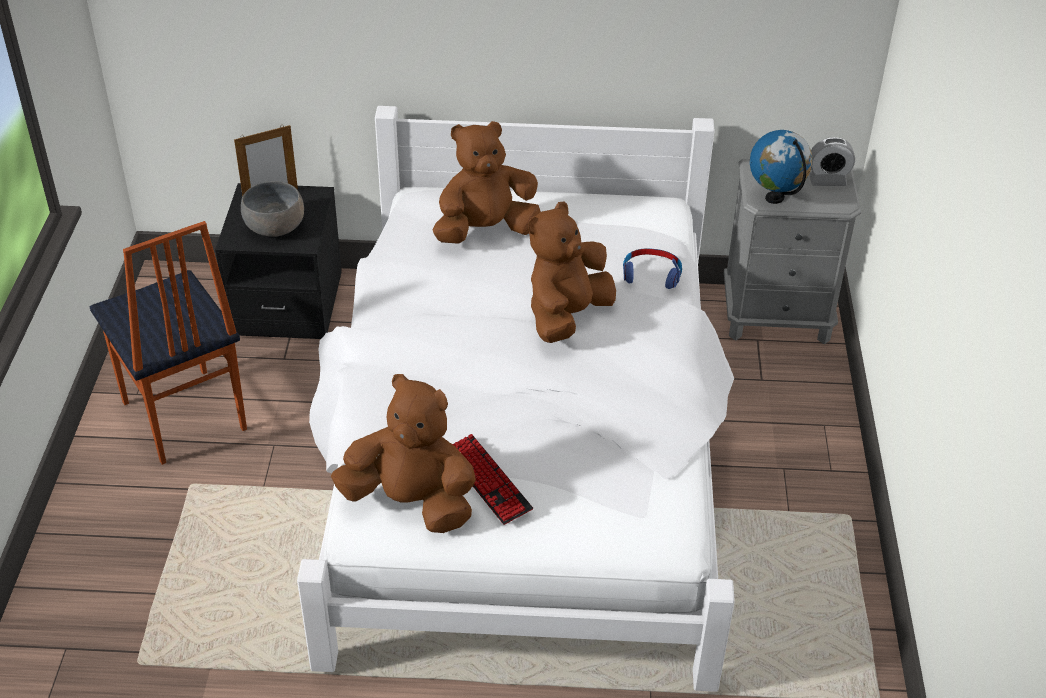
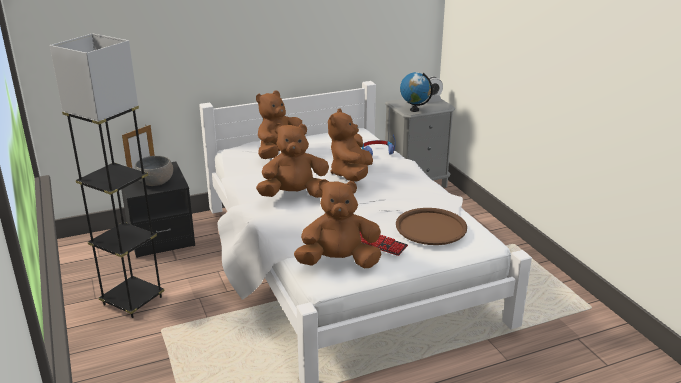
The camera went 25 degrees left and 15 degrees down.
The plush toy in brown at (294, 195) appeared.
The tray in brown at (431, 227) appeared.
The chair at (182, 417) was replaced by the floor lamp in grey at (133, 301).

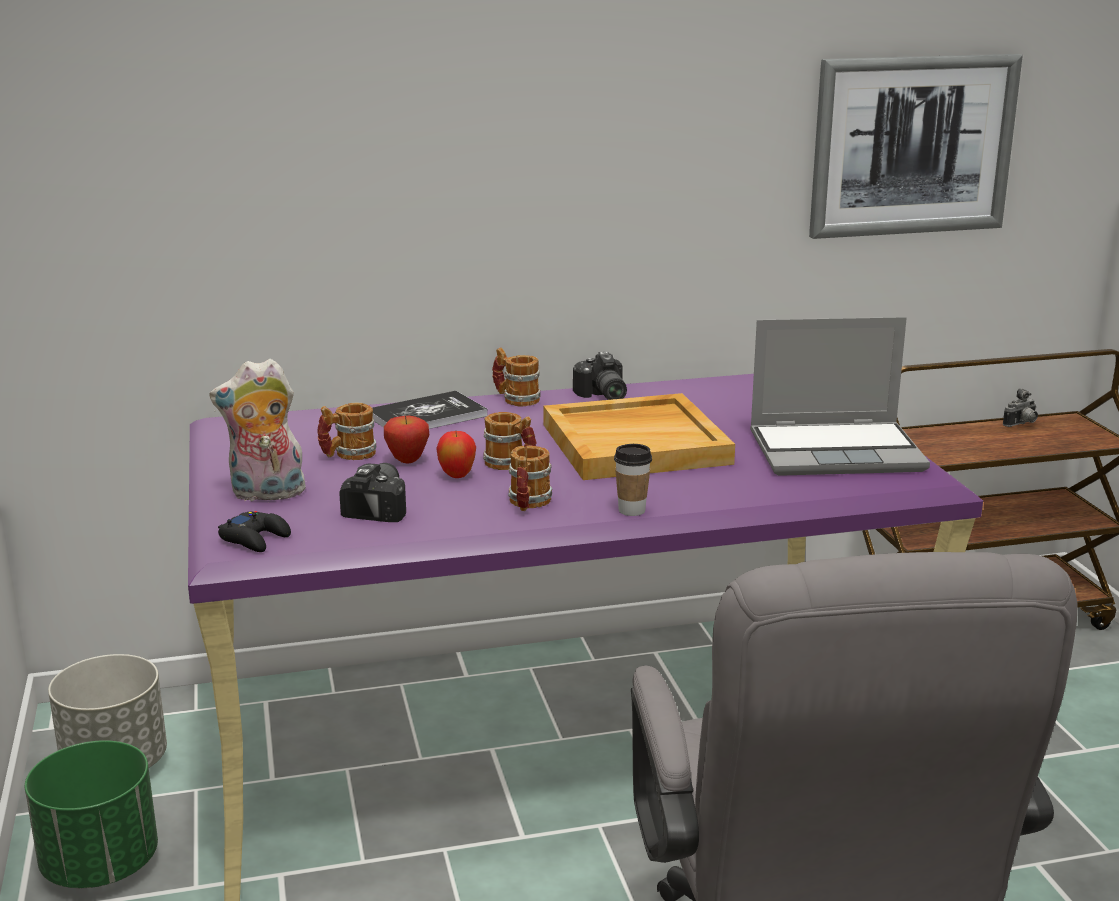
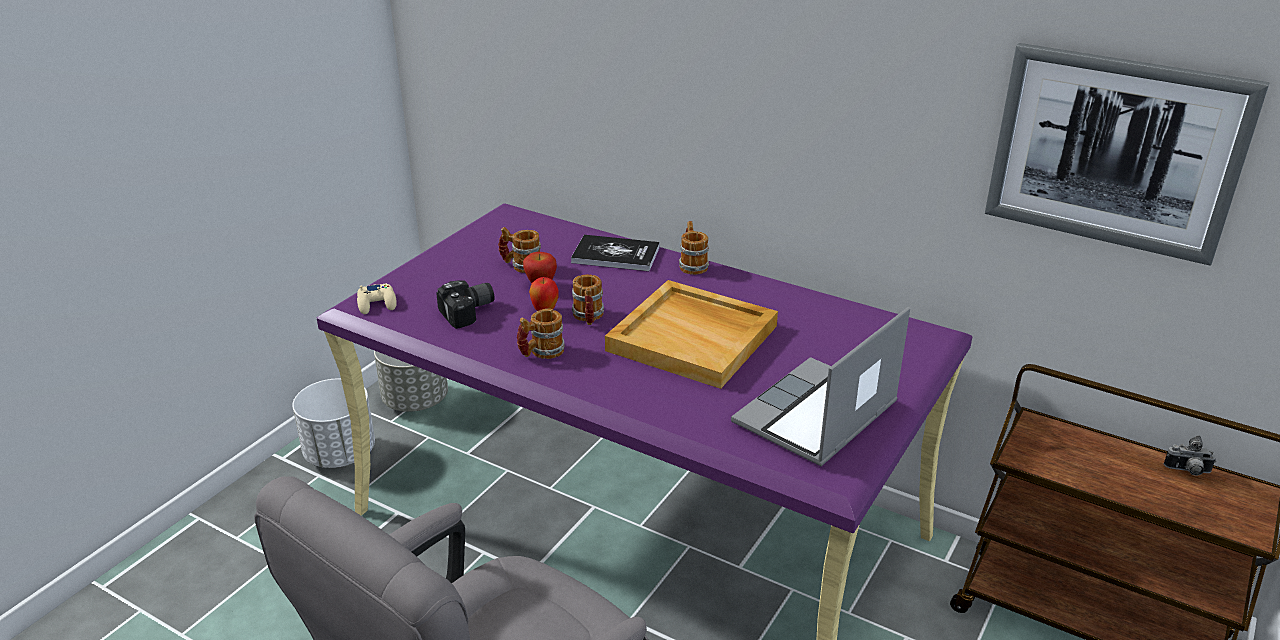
The camera went 45 degrees right and 10 degrees up.
The plush toy at (266, 494) disappeared.
The photo camera at (601, 396) disappeared.
The cup at (631, 510) disappeared.
The planter in green at (100, 865) became the planter in white at (339, 454).
The game controller in black at (255, 539) became the game controller in beige at (377, 303).
The laptop at (837, 451) turned 90 degrees clockwise.

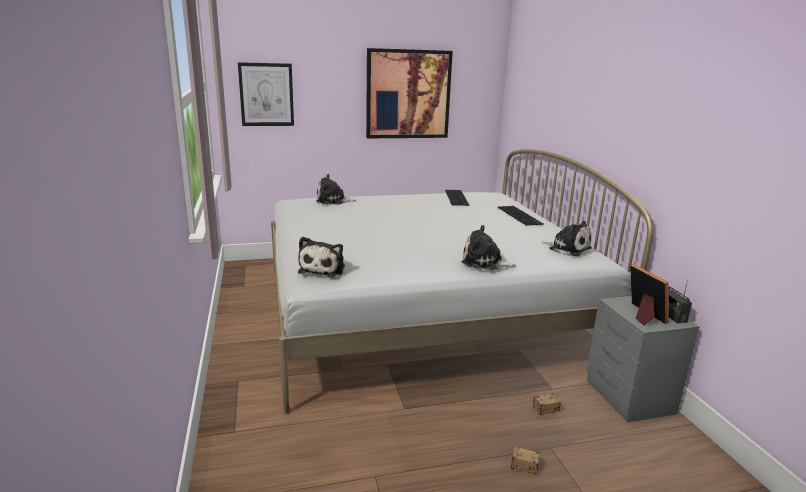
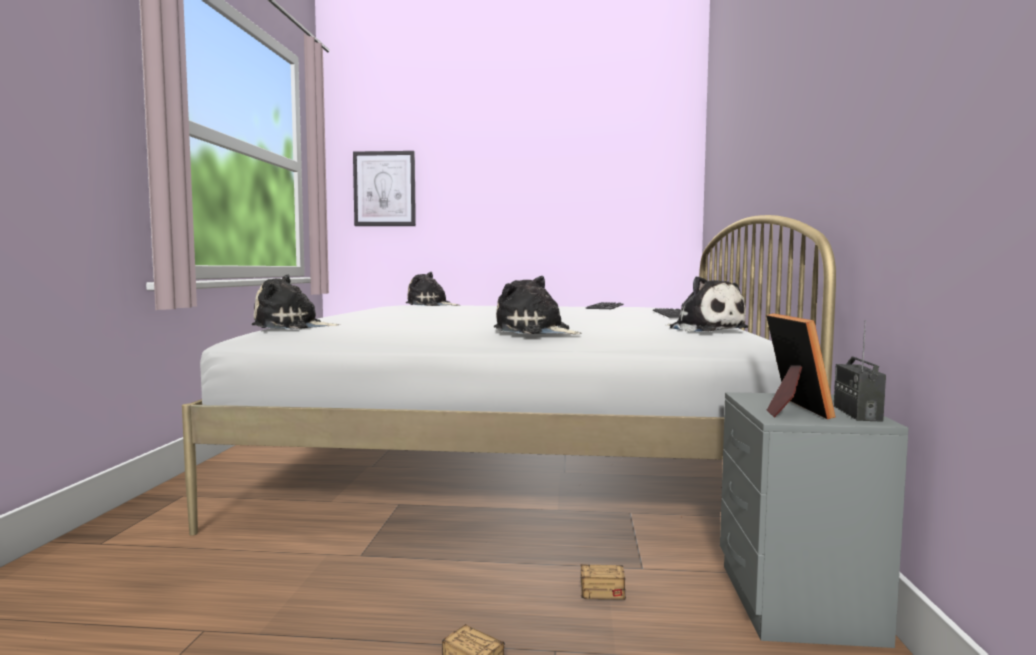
The camera went 20 degrees right and 15 degrees down.
The picture at (408, 94) disappeared.
The plush toy at (323, 269) turned 60 degrees clockwise.

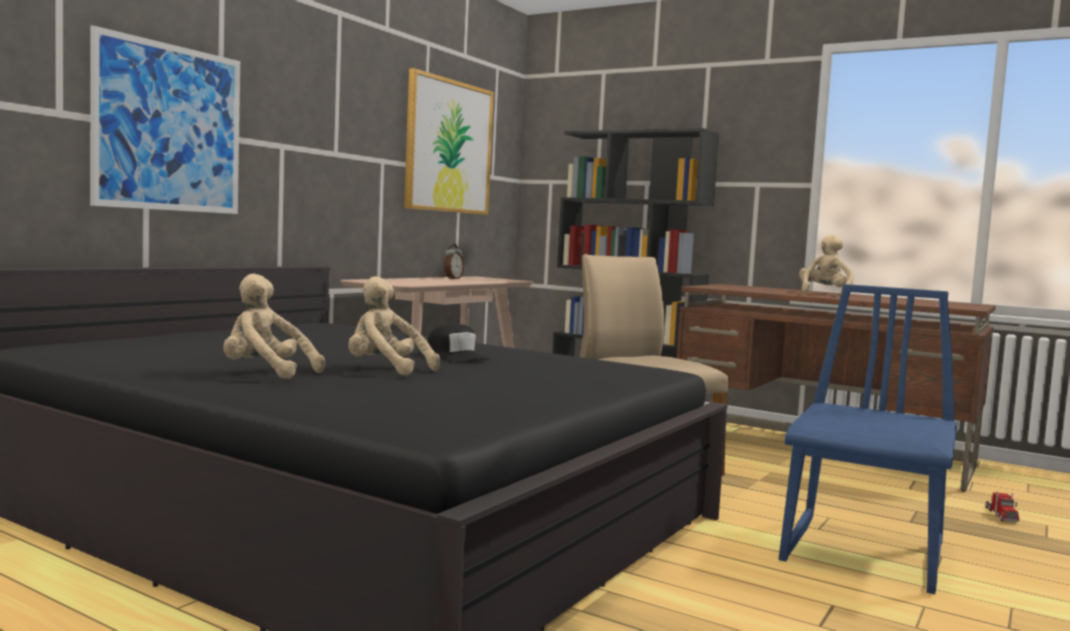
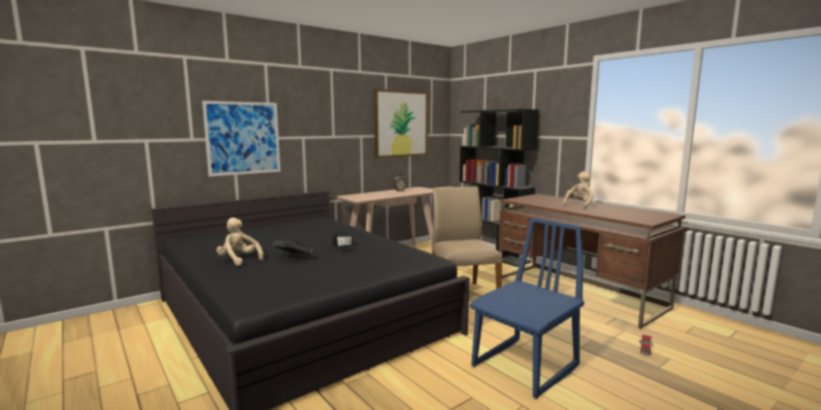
The camera went 20 degrees right and 5 degrees up.
The plush toy in beige at (385, 370) was replaced by the book at (293, 258).

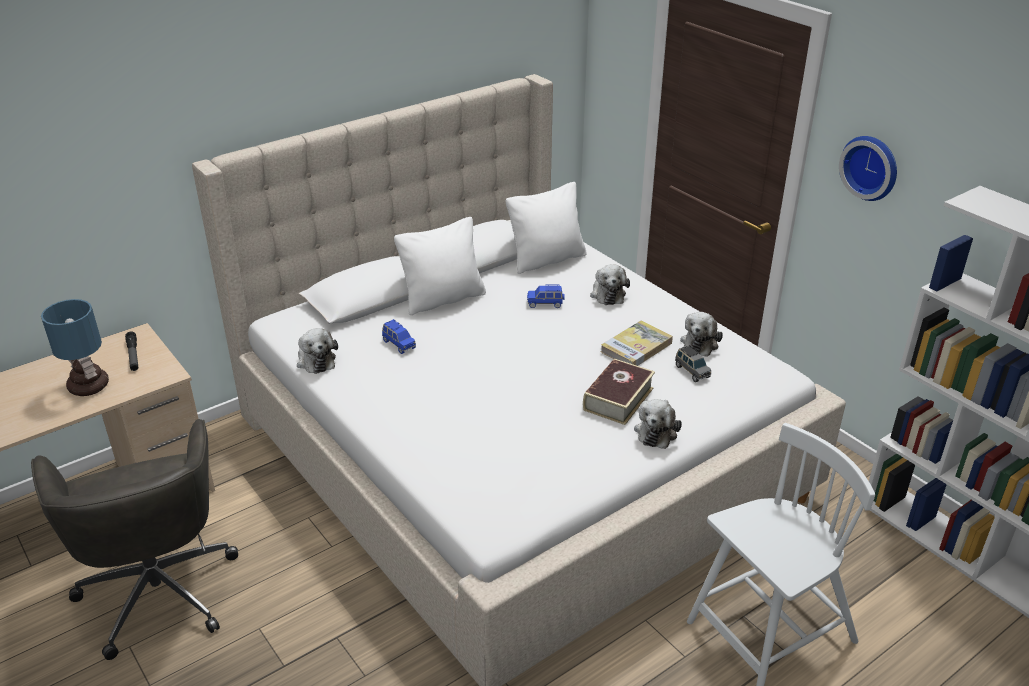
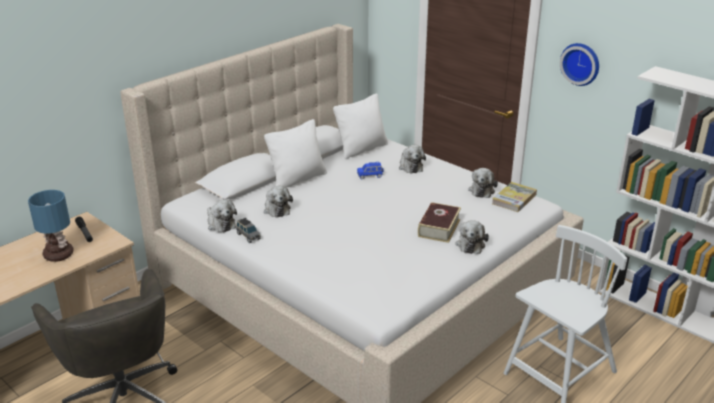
The camera went 10 degrees left and 5 degrees down.
The book moved from (636, 347) to (514, 199).
The toy car in grey moved from (691, 371) to (248, 236).
The toy car in blue at (398, 344) was replaced by the plush toy at (276, 209).

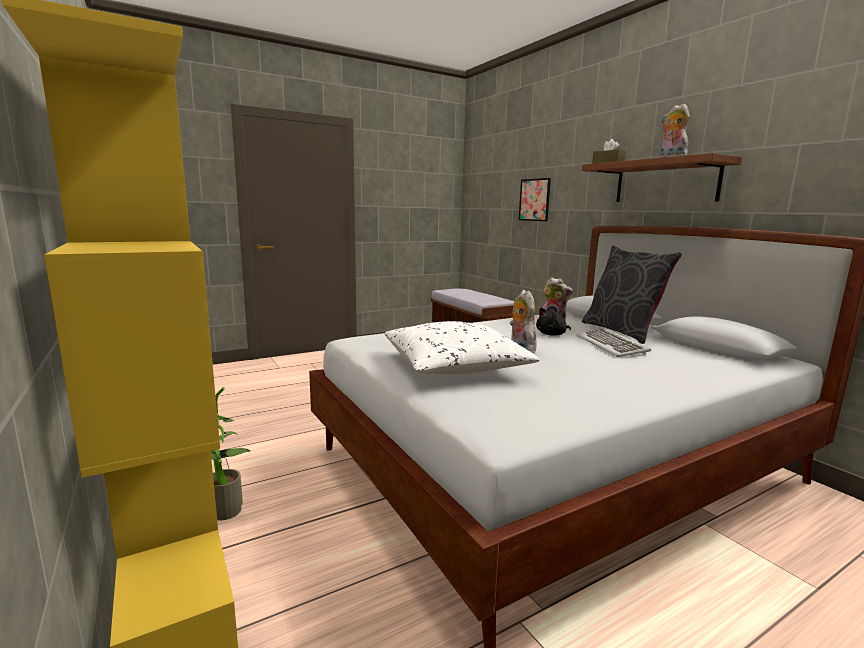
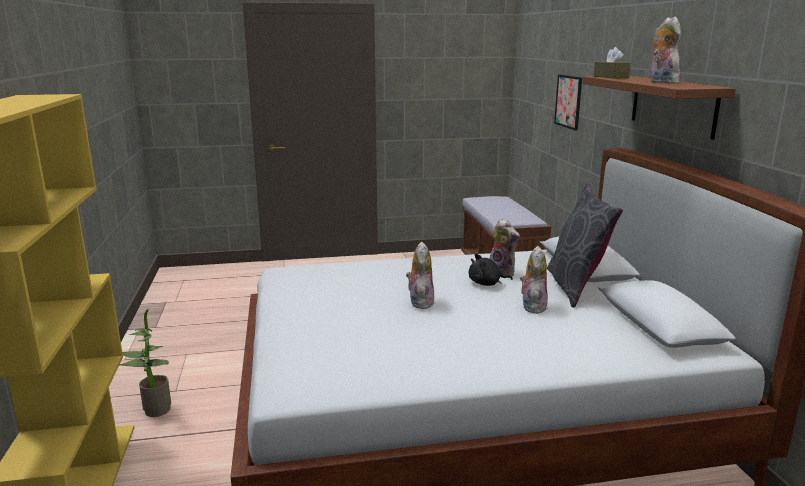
The camera went 20 degrees right and 5 degrees up.
The pillow in white at (454, 367) disappeared.
The keyboard at (612, 346) was replaced by the plush toy at (532, 306).

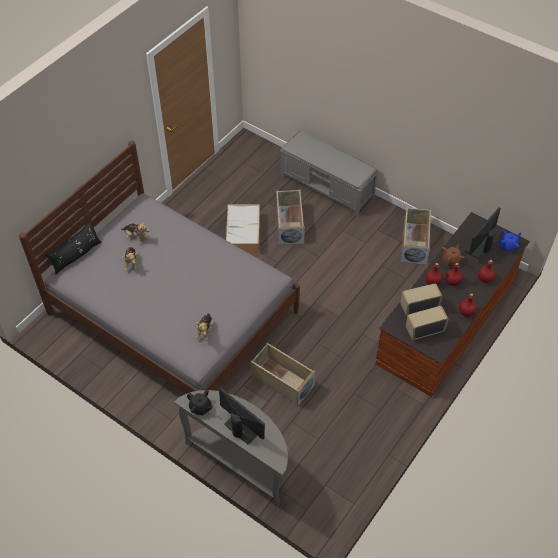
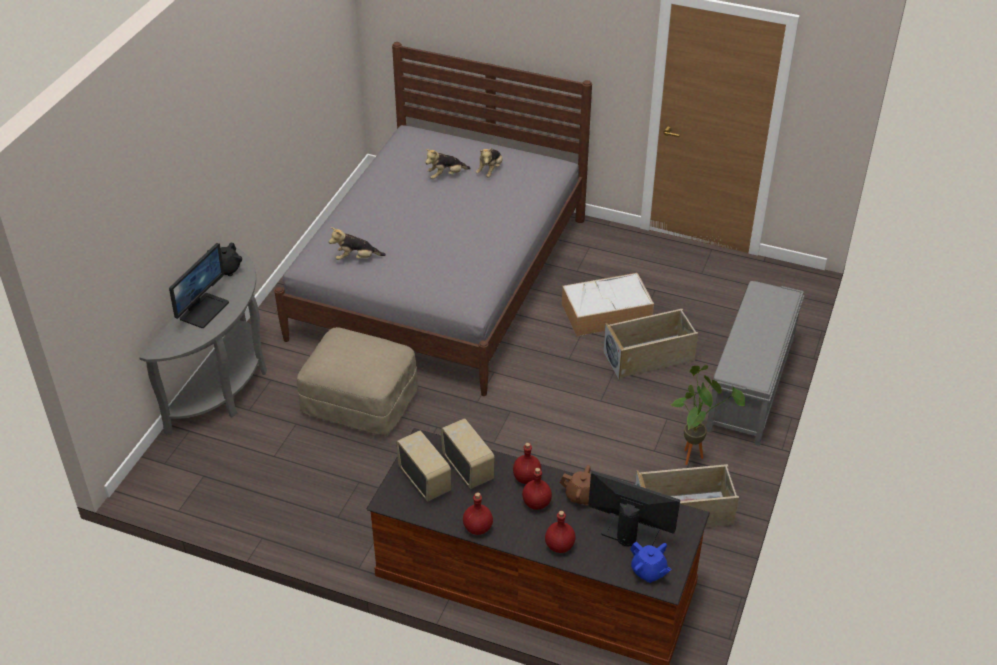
The camera went 75 degrees right and 10 degrees down.
The pillow in black at (76, 256) disappeared.
The potted plant at (695, 454) appeared.
The storage box in beige at (281, 380) was replaced by the ottoman in beige at (361, 401).

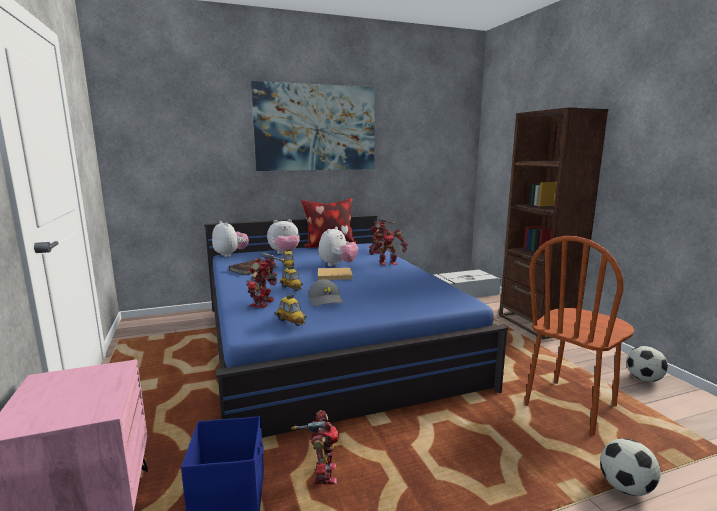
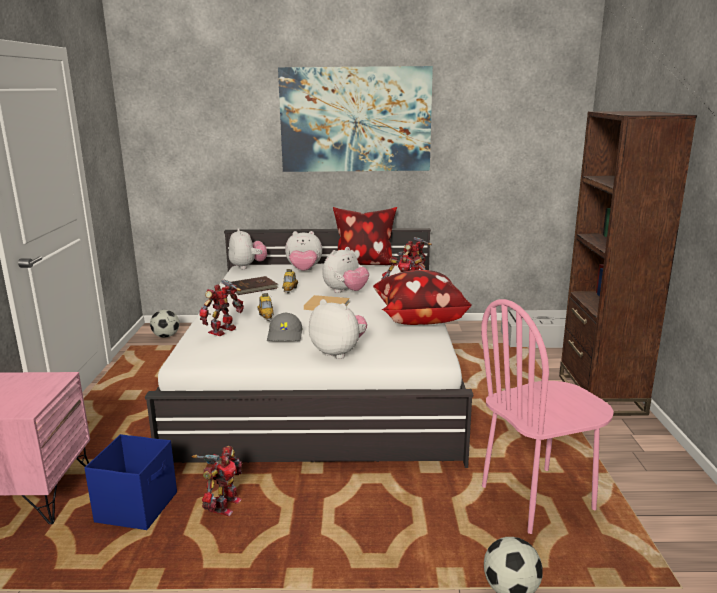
The camera went 20 degrees right and 5 degrees up.
The toy car at (291, 322) disappeared.
The plush toy at (339, 352) appeared.
The pillow at (418, 319) appeared.
The football moved from (644, 379) to (166, 336).
The bed in blue at (326, 342) became the bed in white at (323, 378).
The chair in brown at (571, 406) became the chair in pink at (537, 499).

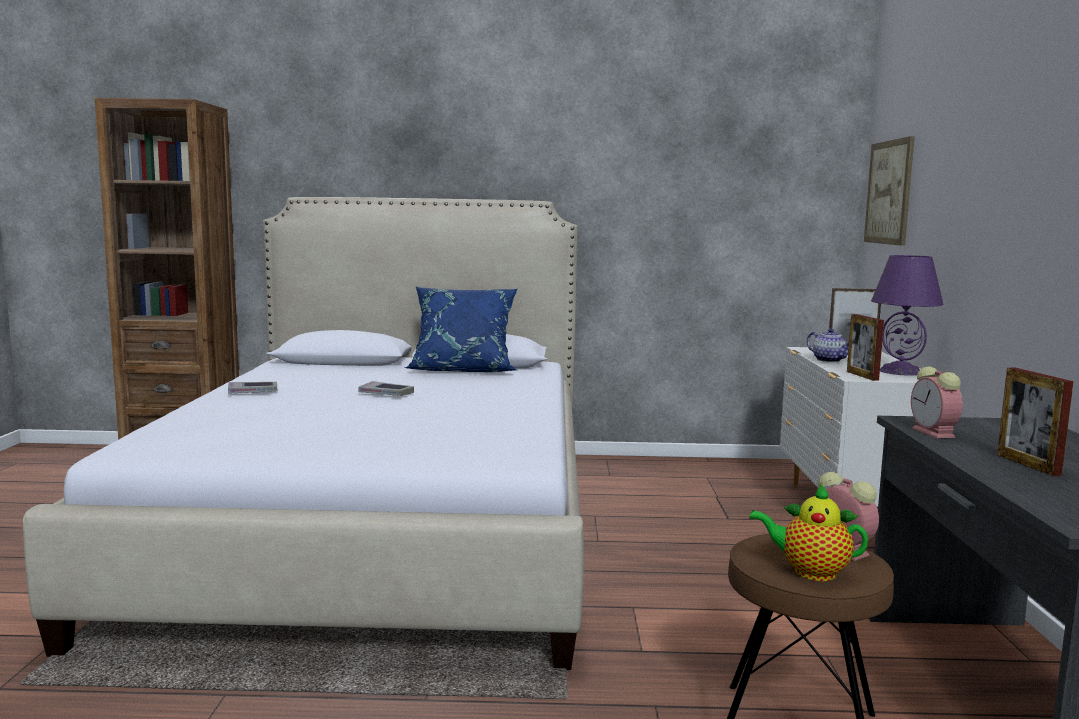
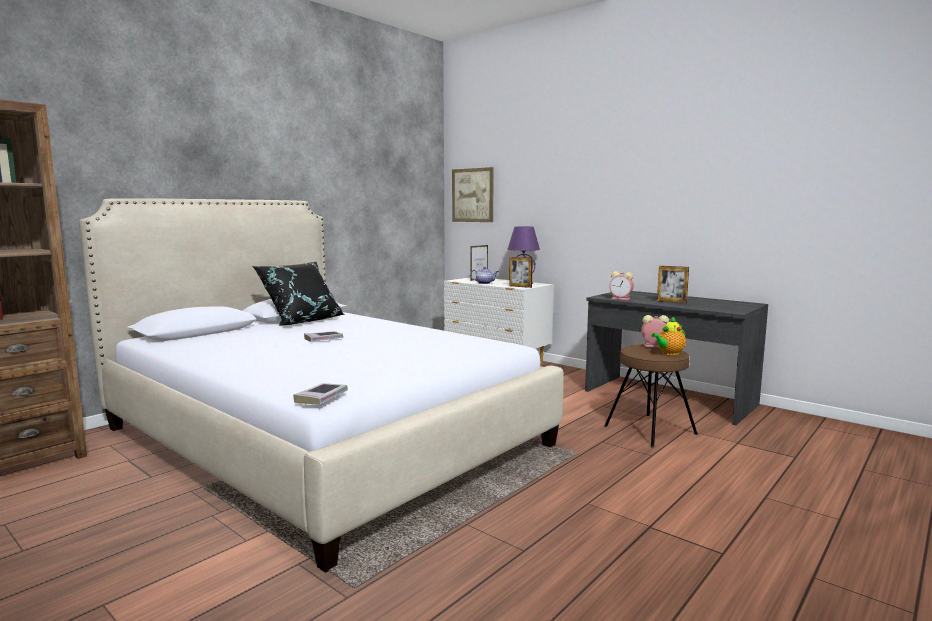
The camera went 50 degrees left and 0 degrees up.
The book moved from (253, 392) to (321, 398).
The pillow in blue at (463, 370) became the pillow in black at (302, 321).

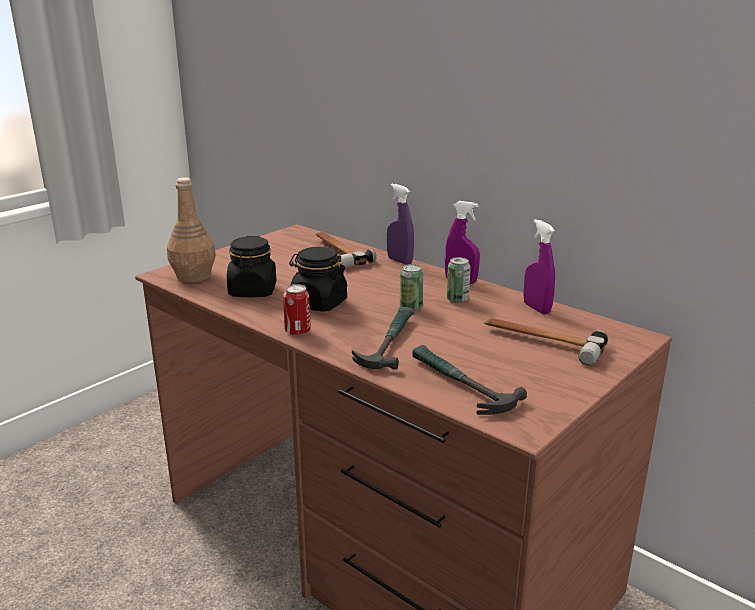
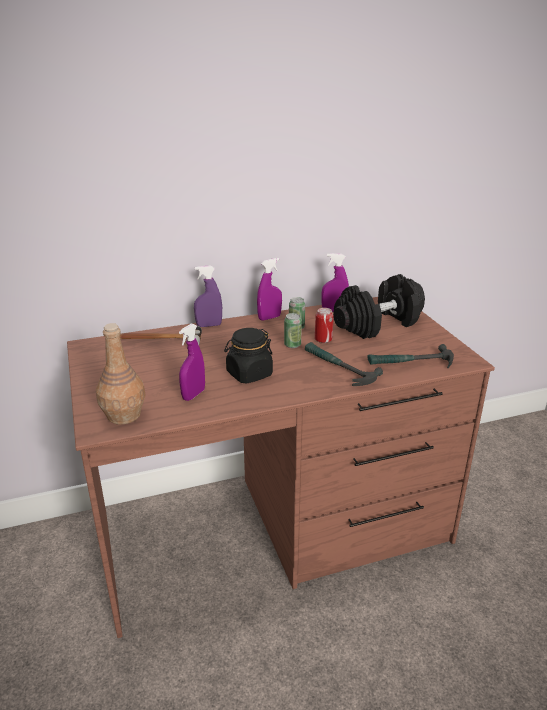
The camera went 60 degrees left and 5 degrees up.
The can moved from (297, 331) to (323, 340).
The jar in black at (253, 291) was replaced by the spray bottle in purple at (193, 395).
The hammer at (541, 342) was replaced by the dumbbell in black at (378, 324).

